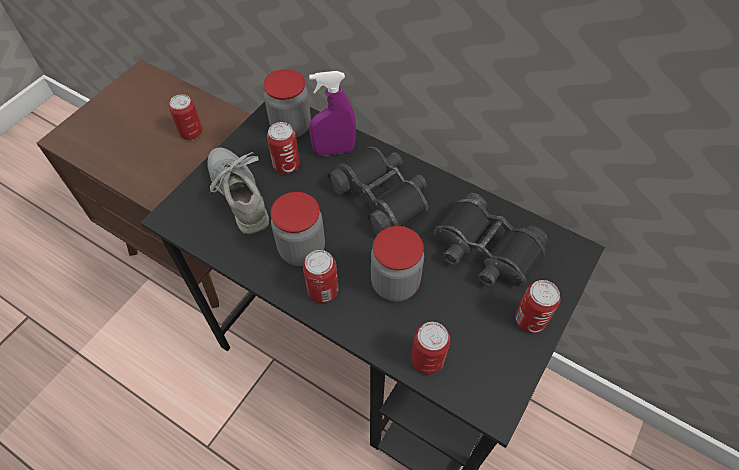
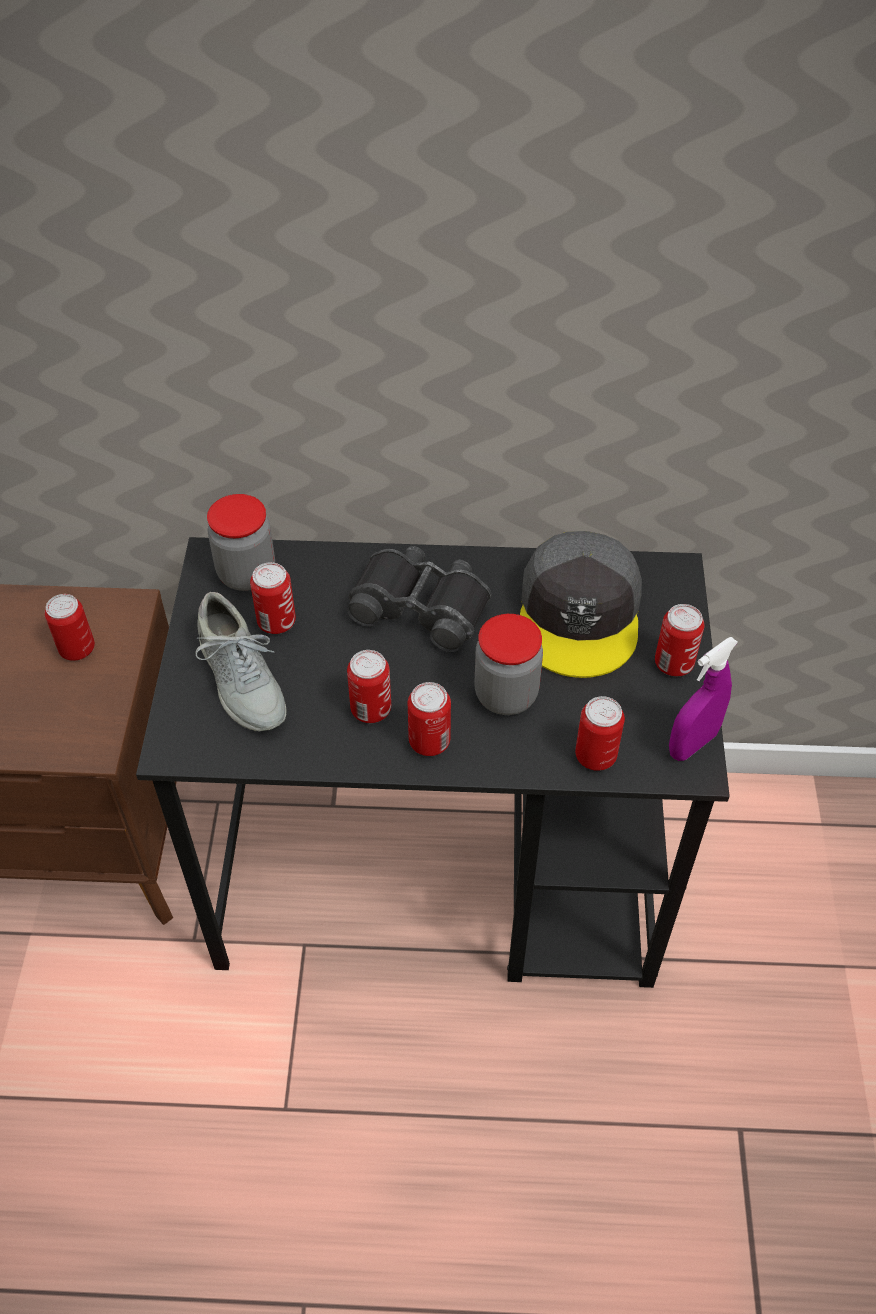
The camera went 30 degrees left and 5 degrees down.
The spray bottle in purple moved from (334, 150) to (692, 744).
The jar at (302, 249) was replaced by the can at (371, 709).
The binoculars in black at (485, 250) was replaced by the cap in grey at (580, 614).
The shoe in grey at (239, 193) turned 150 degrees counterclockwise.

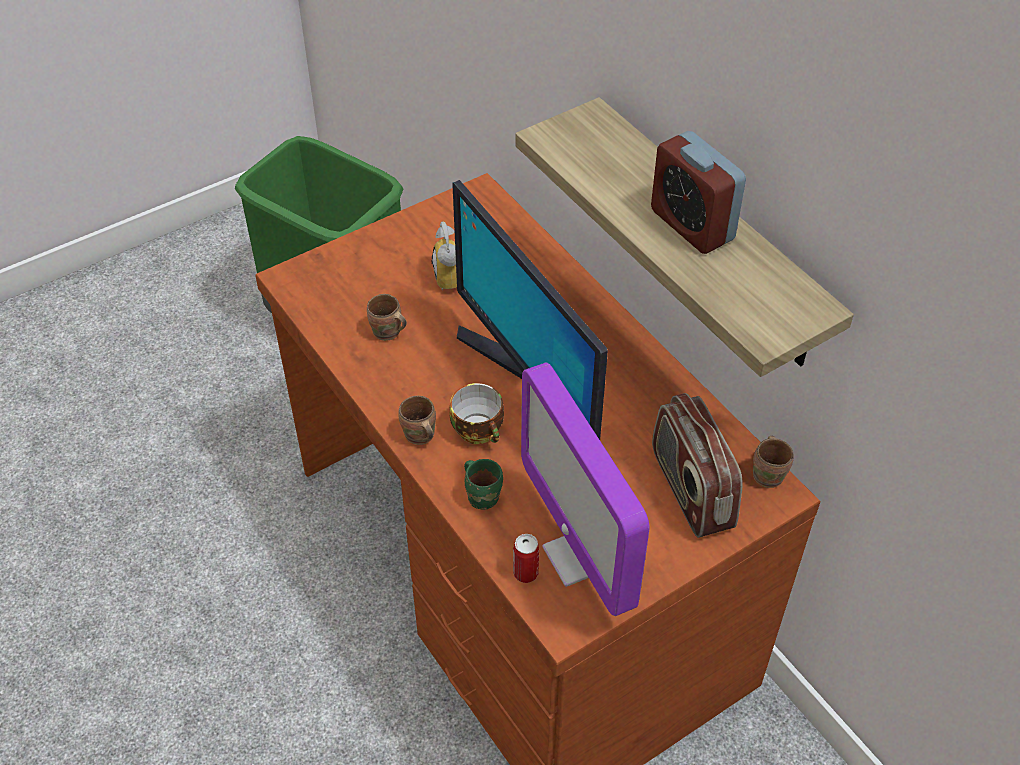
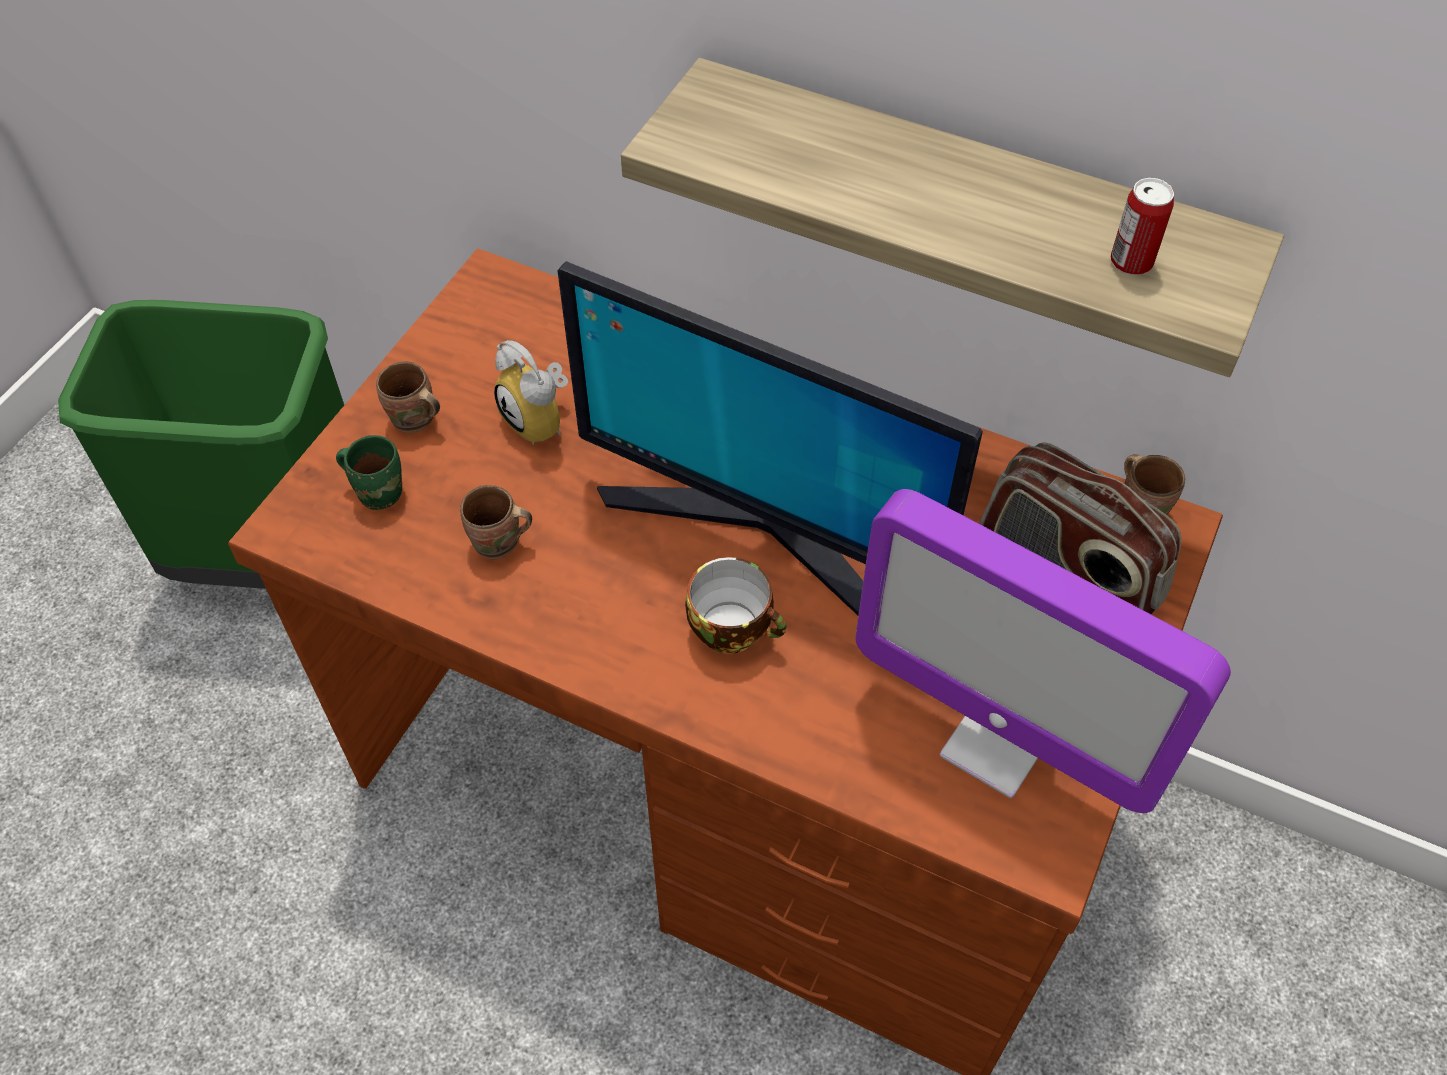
The camera went 30 degrees left and 5 degrees up.
The alarm clock at (692, 225) disappeared.
The mug in brown moved from (419, 437) to (414, 422).
The mug in green moved from (483, 496) to (379, 491).
The can moved from (525, 573) to (1131, 262).

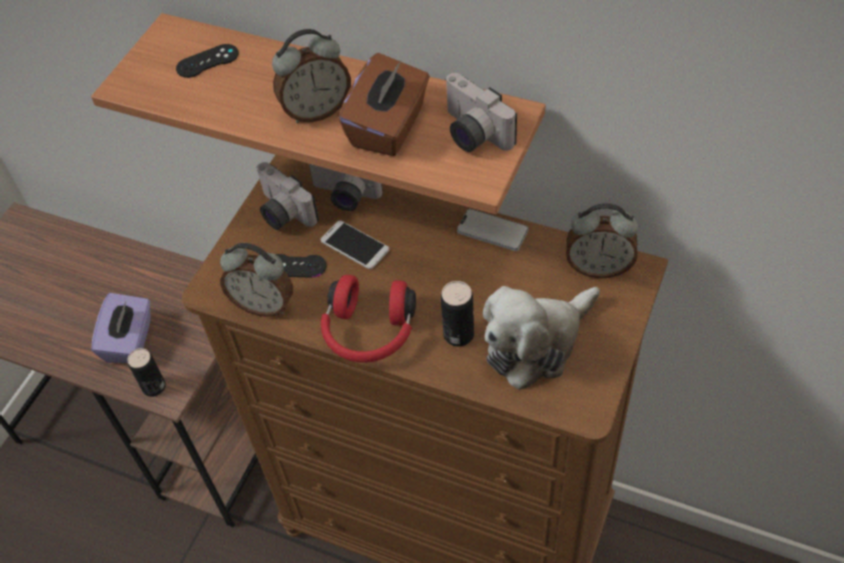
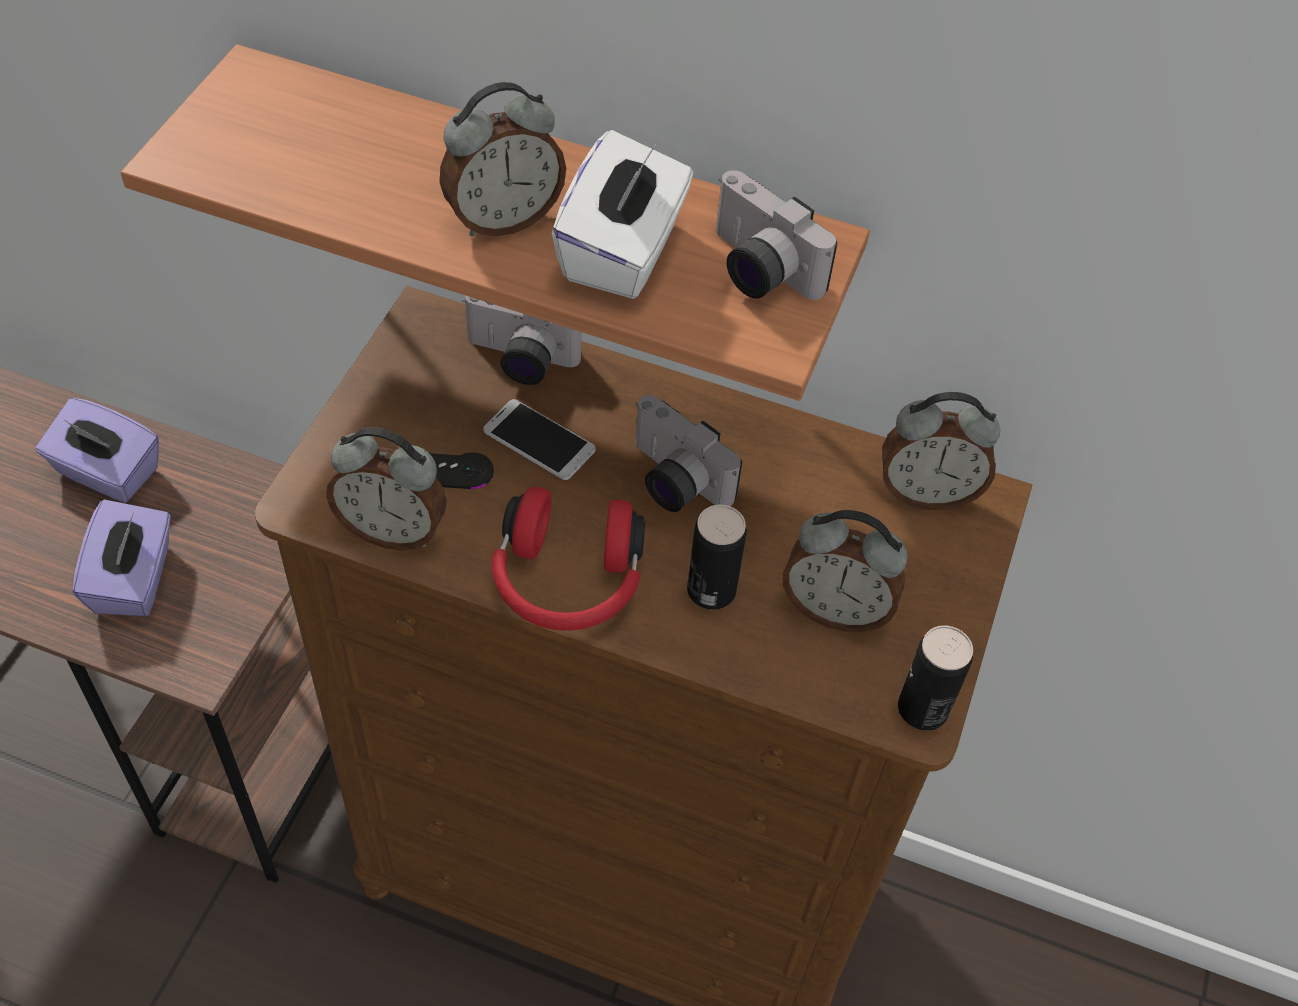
The camera went 10 degrees left and 0 degrees up.
The game controller in black at (207, 61) disappeared.
The phone at (492, 231) disappeared.
The tissue box in purple at (107, 473) appeared.
The can moved from (154, 387) to (922, 709).
The photo camera moved from (281, 213) to (672, 481).
The plush toy at (536, 343) was replaced by the alarm clock at (835, 609).
The tissue box in brown at (389, 127) became the tissue box in white at (623, 252).

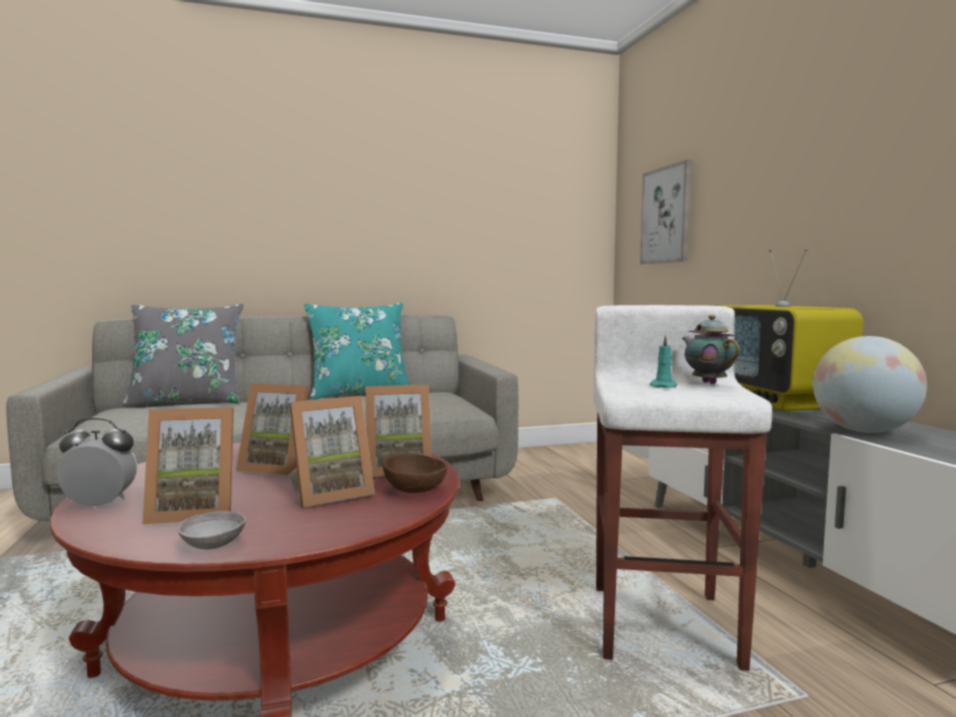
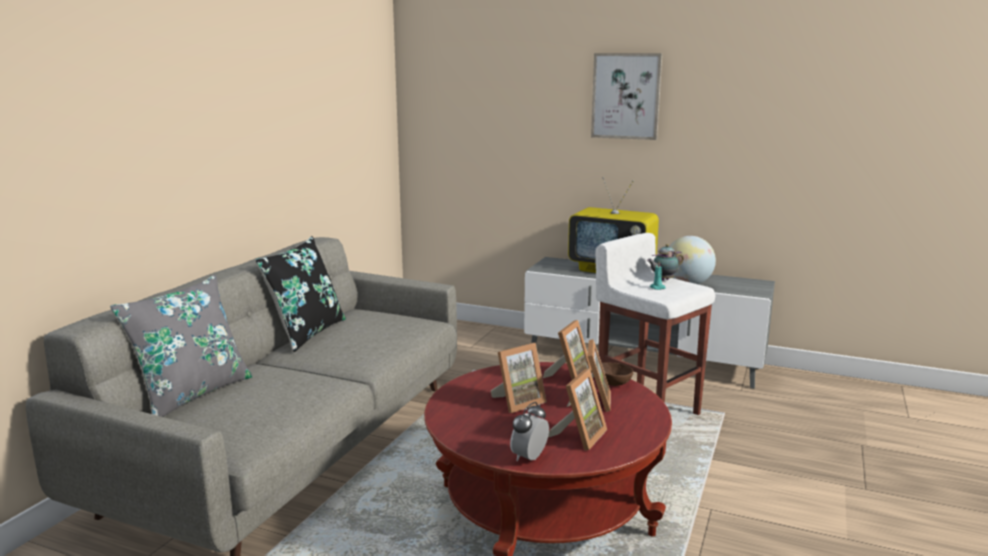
The camera went 50 degrees left and 10 degrees up.
The bowl in grey at (213, 545) disappeared.
The picture moved from (666, 215) to (626, 96).
The pillow in turquoise at (359, 393) became the pillow in black at (306, 333).
The teapot at (707, 382) turned 45 degrees counterclockwise.

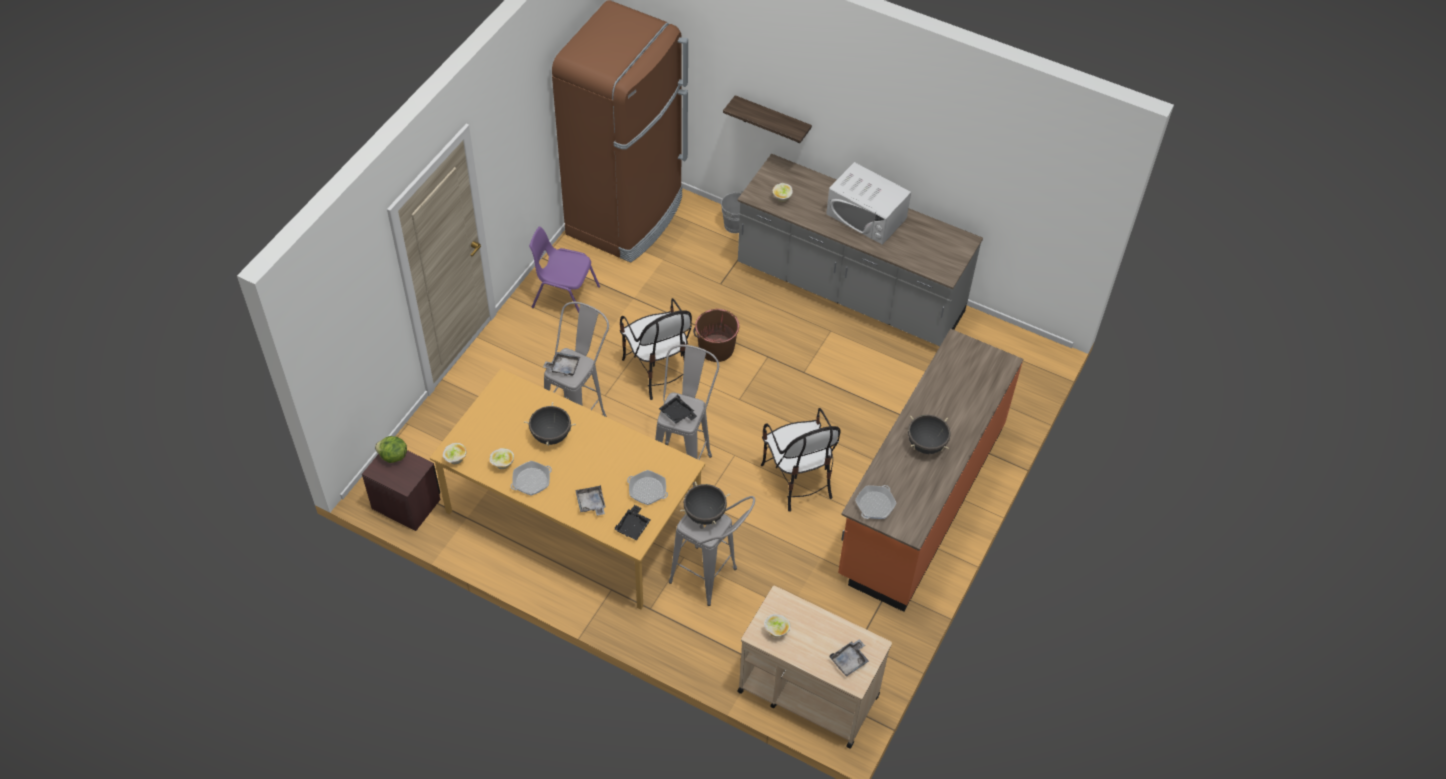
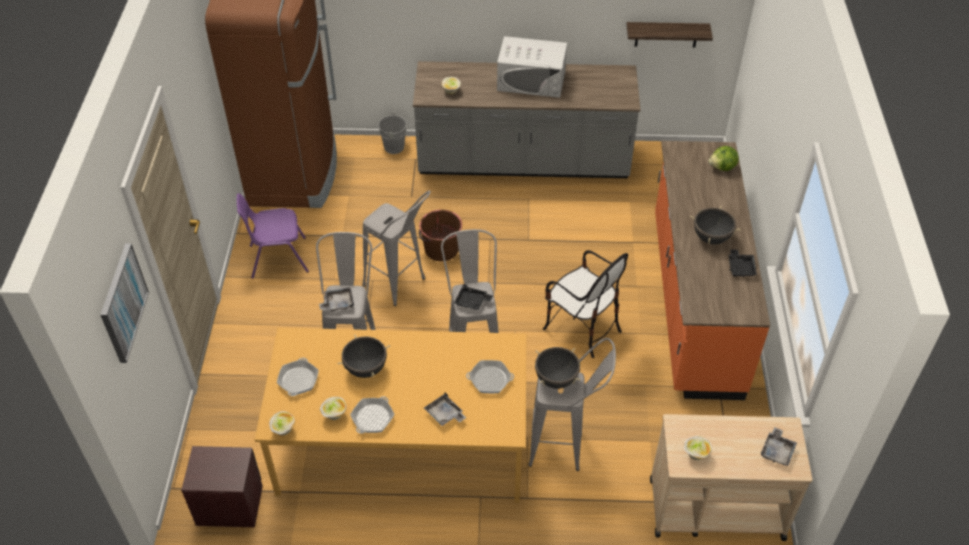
The camera went 25 degrees left and 5 degrees down.
The picture at (122, 302) appeared.
The lettuce moved from (393, 456) to (722, 167).
The tray in black moved from (633, 526) to (740, 267).
The shelf moved from (772, 120) to (666, 34).
The frying pan moved from (875, 505) to (298, 380).
The chair at (657, 370) was replaced by the stool in grey at (401, 287).

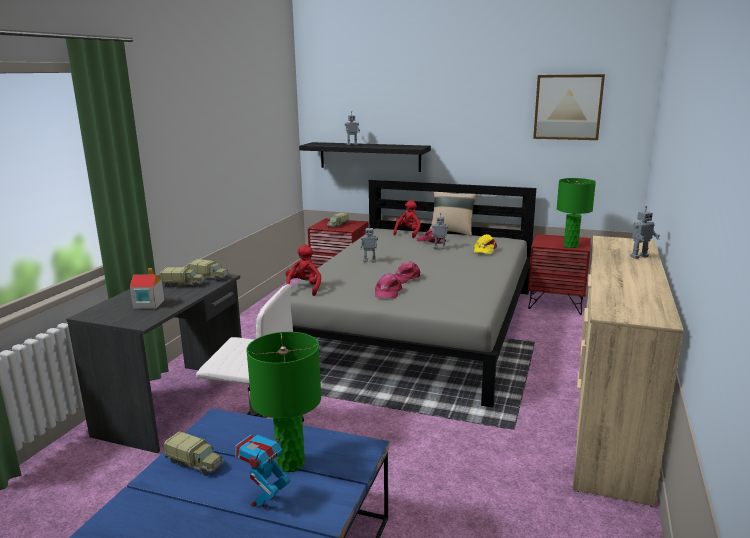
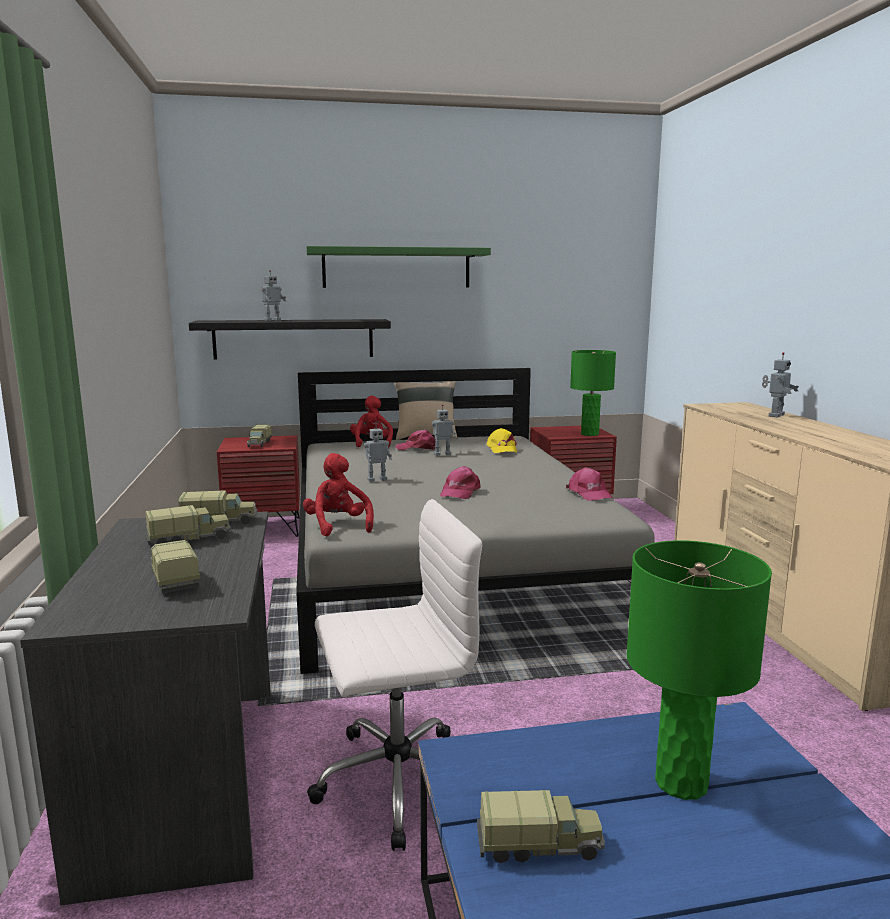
The camera went 30 degrees left and 5 degrees down.
The toy robot at (265, 502) disappeared.
The picture at (568, 107) disappeared.
The shelf in green at (396, 268) appeared.
The cap in pink moved from (387, 292) to (589, 493).
The toy house at (148, 304) was replaced by the toy truck at (174, 579).

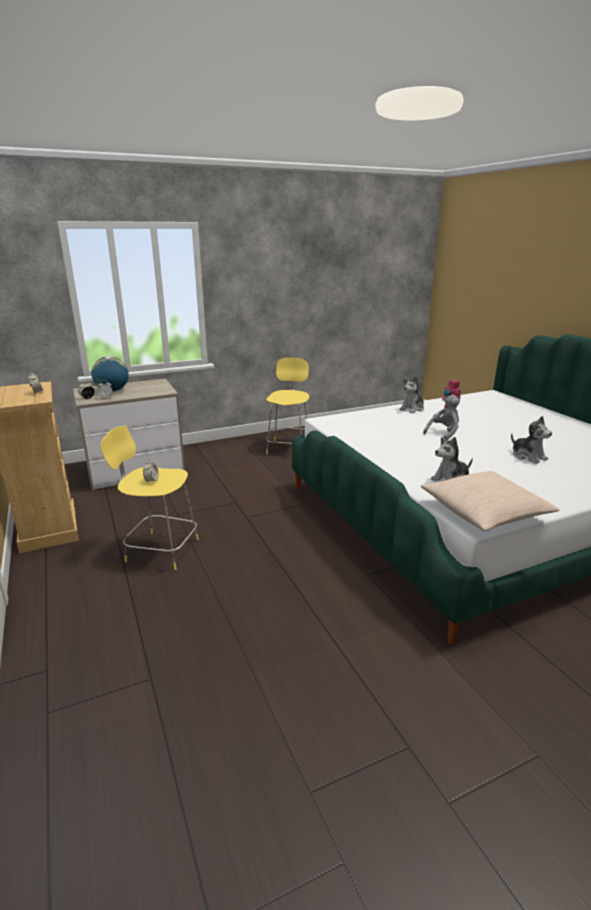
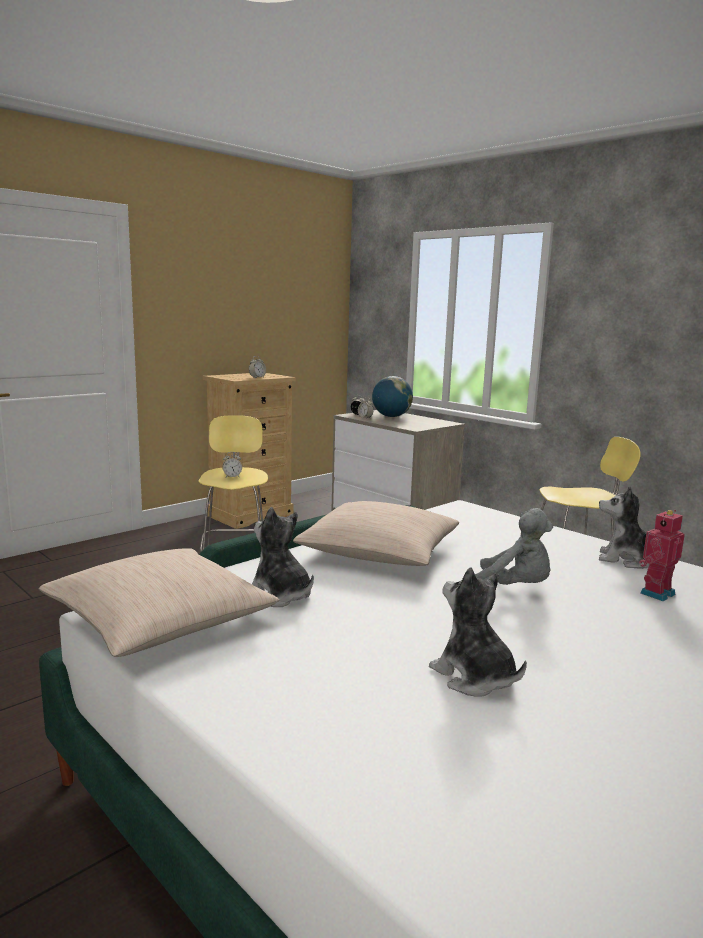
The camera went 70 degrees right and 10 degrees down.
The pillow in beige at (379, 552) appeared.
The plush toy at (528, 456) turned 105 degrees clockwise.

